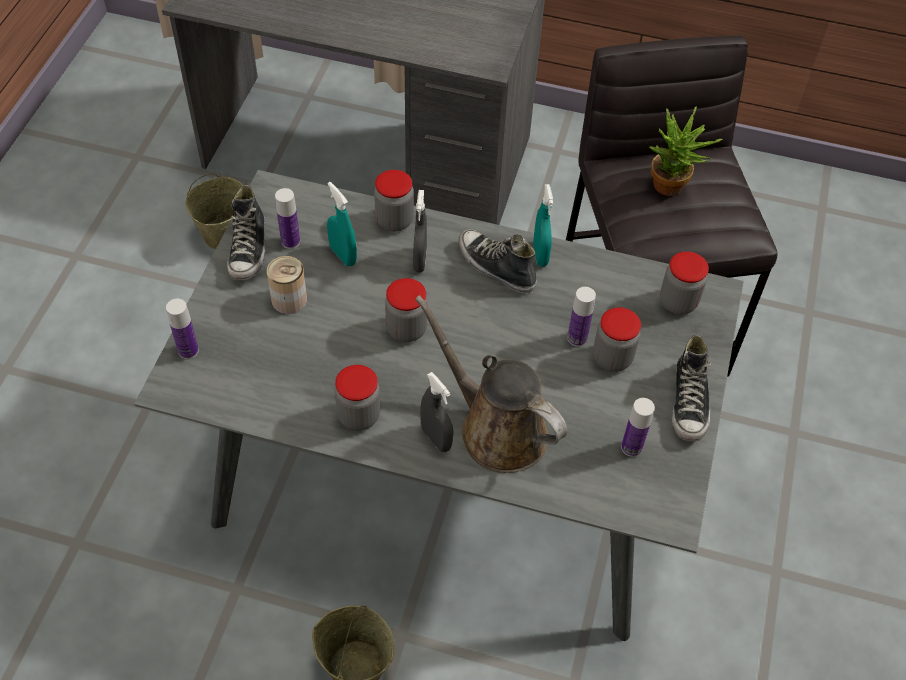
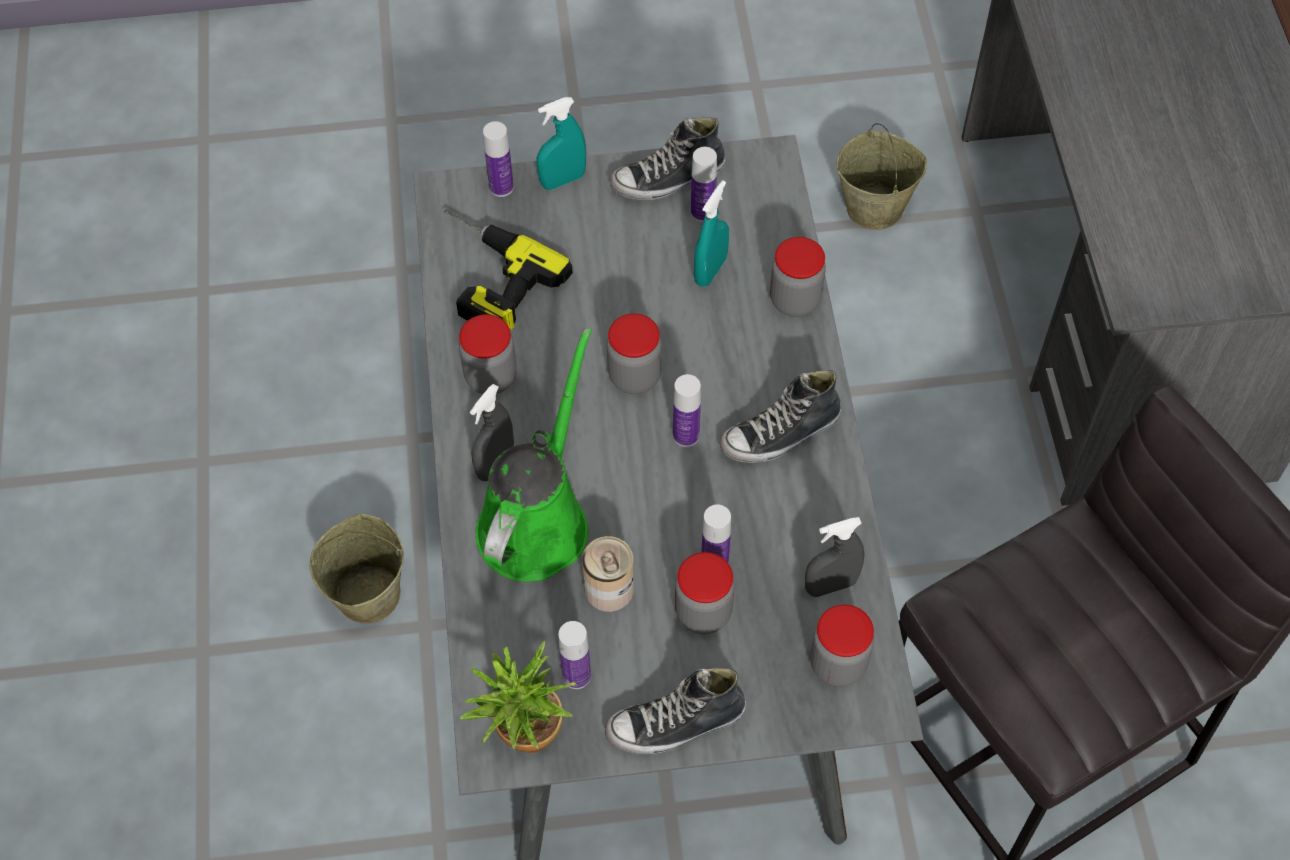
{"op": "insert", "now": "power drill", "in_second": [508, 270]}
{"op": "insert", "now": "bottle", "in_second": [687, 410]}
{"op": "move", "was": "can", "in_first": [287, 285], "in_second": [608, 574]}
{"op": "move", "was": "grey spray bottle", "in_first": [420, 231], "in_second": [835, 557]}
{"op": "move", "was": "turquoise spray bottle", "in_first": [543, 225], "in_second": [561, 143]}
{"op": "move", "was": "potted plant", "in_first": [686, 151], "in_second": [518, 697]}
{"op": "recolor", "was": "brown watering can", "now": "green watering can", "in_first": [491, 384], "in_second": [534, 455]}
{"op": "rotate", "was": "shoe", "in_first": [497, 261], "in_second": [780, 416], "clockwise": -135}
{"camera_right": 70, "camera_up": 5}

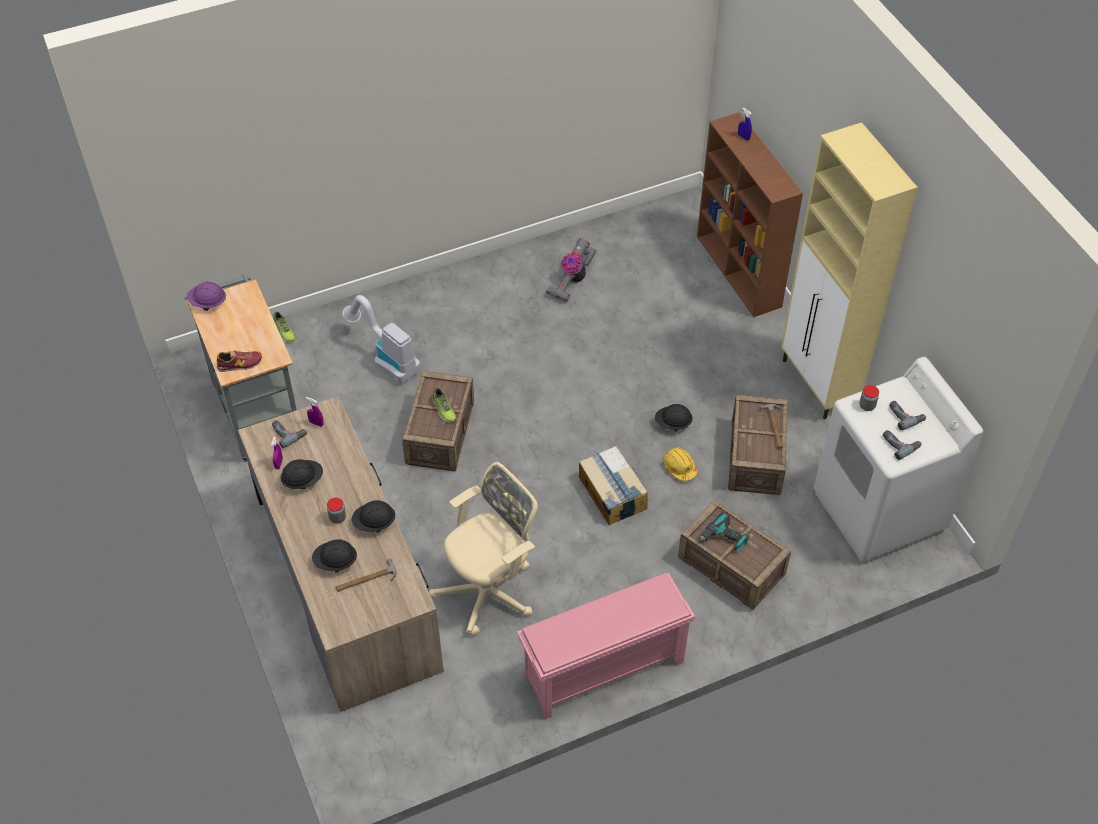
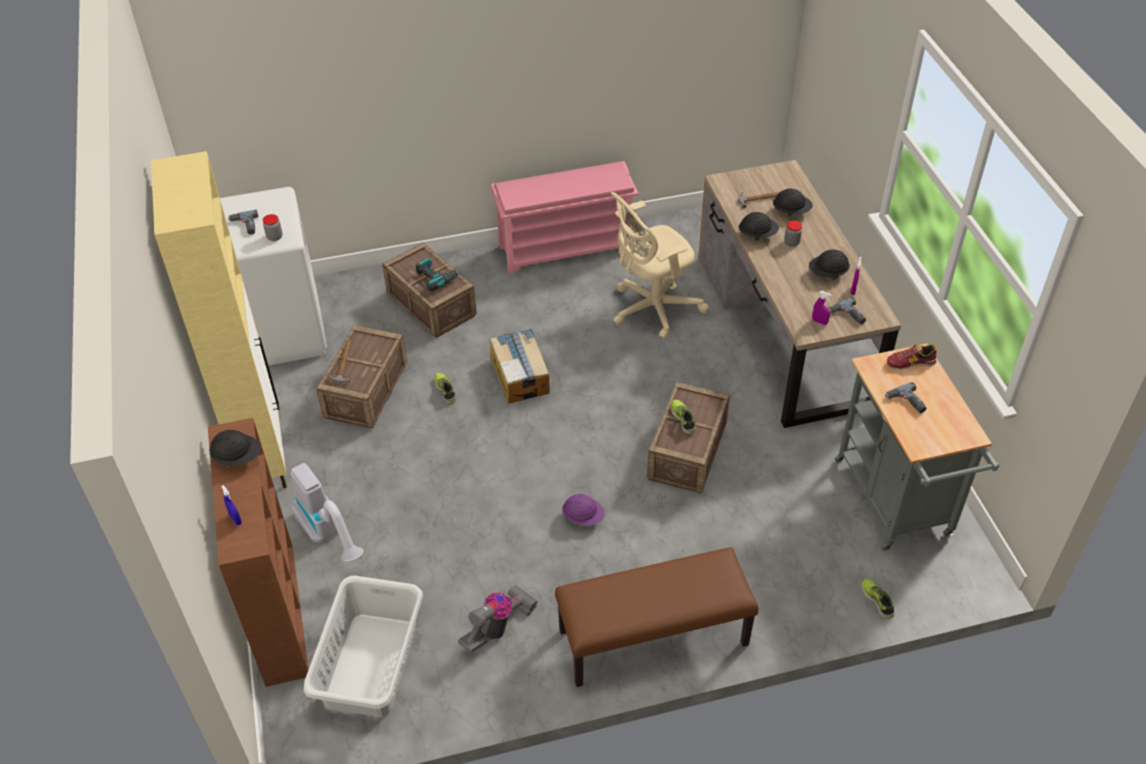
{"op": "insert", "now": "grey laundry basket", "in_second": [363, 646]}
{"op": "insert", "now": "brown bench", "in_second": [656, 617]}
{"op": "move", "was": "purple hard hat", "in_first": [206, 296], "in_second": [583, 510]}
{"op": "move", "was": "vacuum cleaner", "in_first": [381, 339], "in_second": [327, 512]}
{"op": "move", "was": "black hard hat", "in_first": [674, 418], "in_second": [235, 448]}
{"op": "move", "was": "power drill", "in_first": [902, 445], "in_second": [905, 397]}
{"op": "replace", "was": "yellow hard hat", "now": "shoe", "in_first": [680, 464], "in_second": [445, 388]}
{"camera_right": -170, "camera_up": -5}

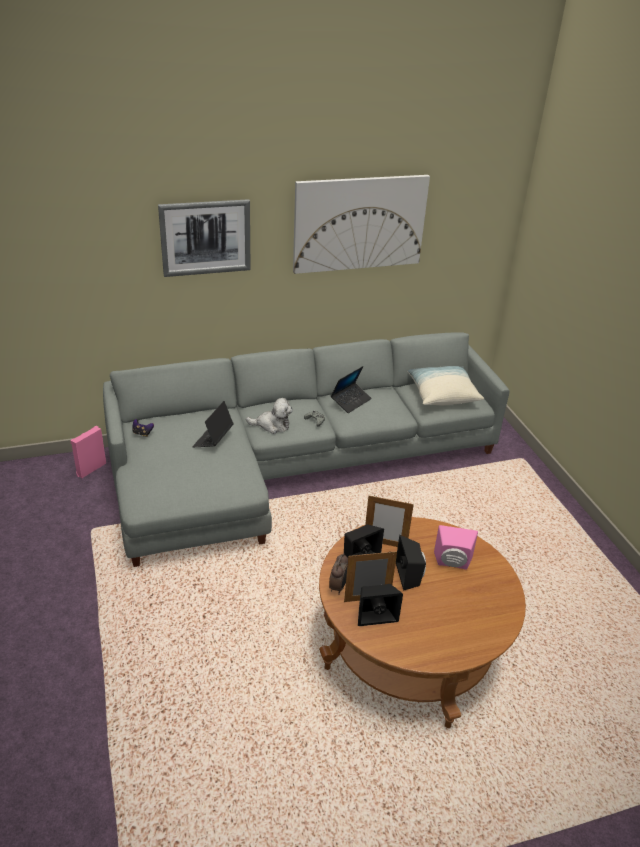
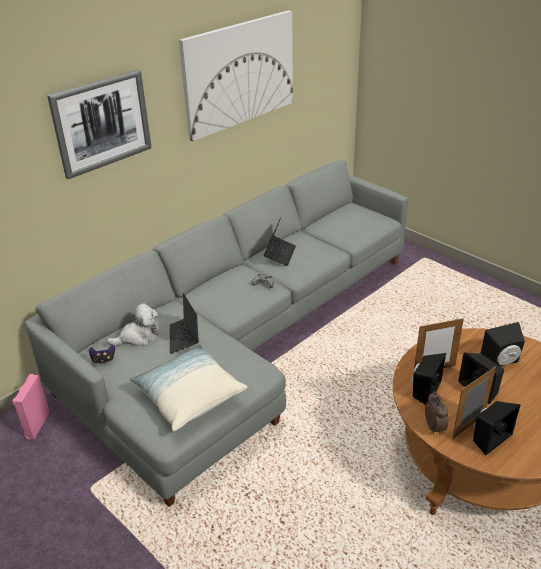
{"op": "move", "was": "plush toy", "in_first": [269, 416], "in_second": [132, 324]}
{"op": "move", "was": "pillow", "in_first": [446, 385], "in_second": [188, 387]}
{"op": "recolor", "was": "pink speaker", "now": "black speaker", "in_first": [456, 547], "in_second": [502, 344]}
{"camera_right": -25, "camera_up": 0}

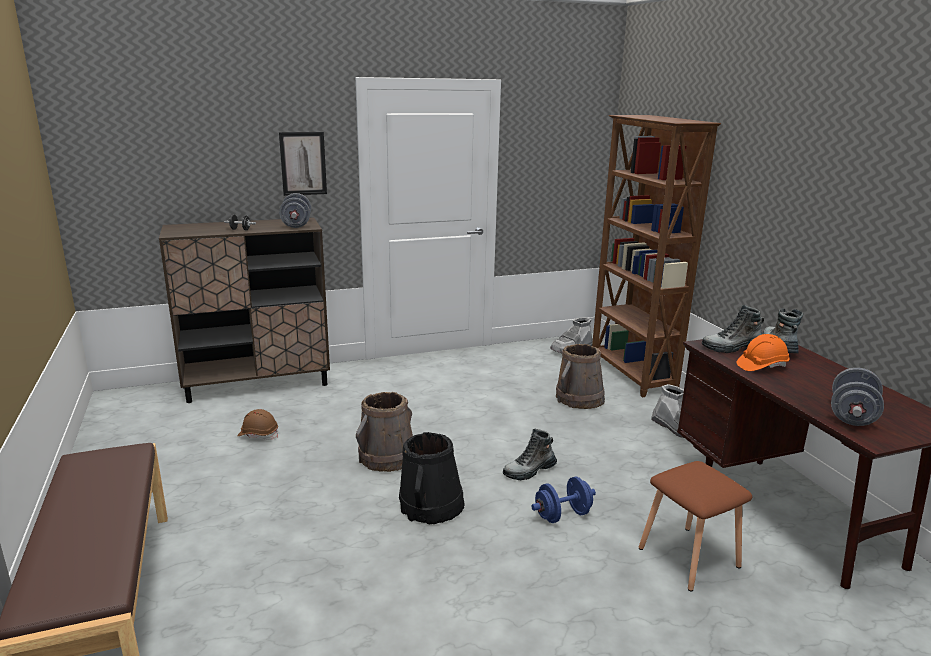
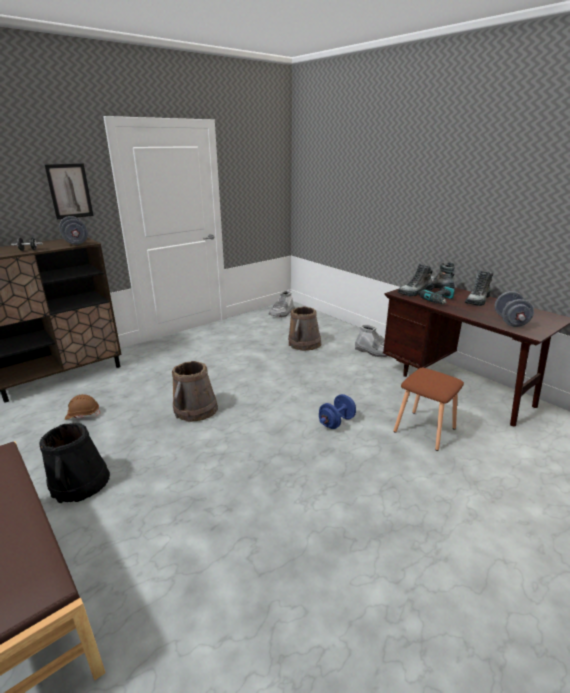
{"op": "delete", "was": "brown bookcase", "in_first": [656, 256]}
{"op": "move", "was": "black bucket", "in_first": [432, 478], "in_second": [74, 463]}
{"op": "move", "was": "boot", "in_first": [530, 454], "in_second": [479, 288]}
{"op": "replace", "was": "orange hard hat", "now": "power drill", "in_first": [763, 352], "in_second": [437, 295]}
{"camera_right": -20, "camera_up": 5}

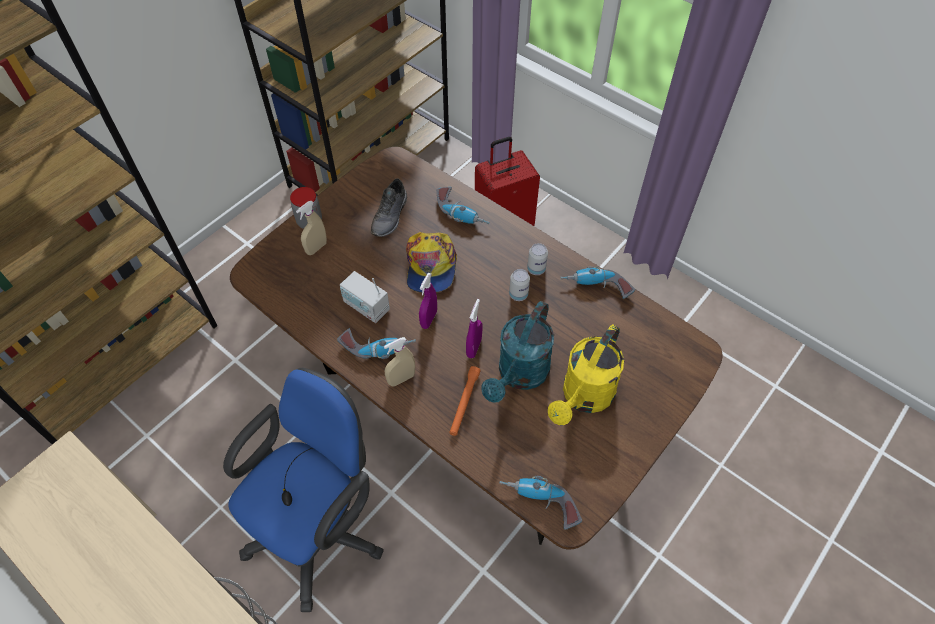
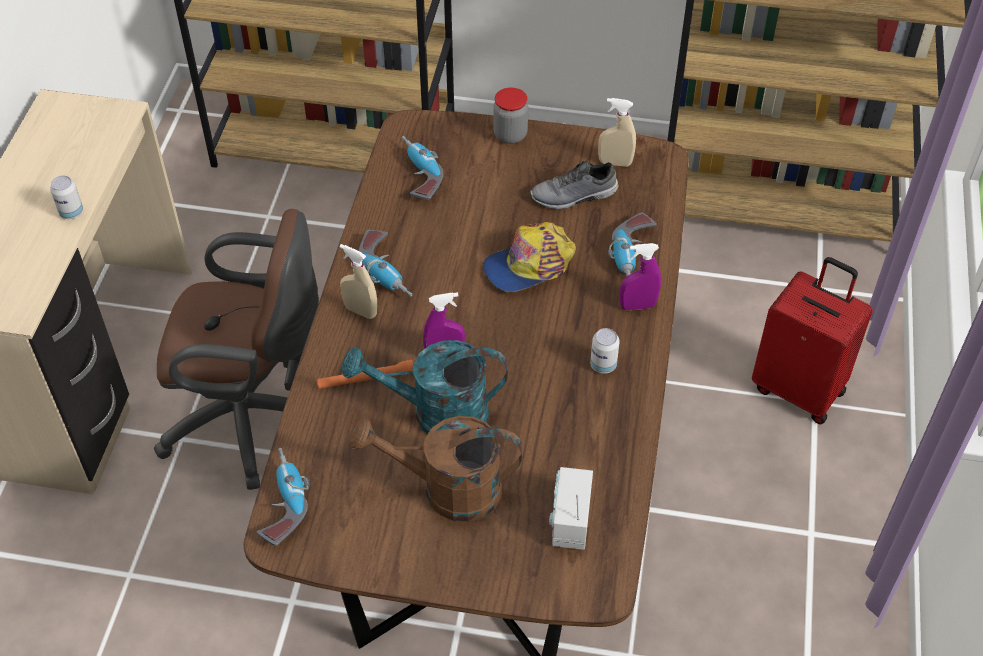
{"op": "move", "was": "beige spray bottle", "in_first": [311, 228], "in_second": [617, 132]}
{"op": "move", "was": "radio", "in_first": [365, 297], "in_second": [571, 508]}
{"op": "move", "was": "purple spray bottle", "in_first": [428, 301], "in_second": [640, 276]}
{"op": "move", "was": "can", "in_first": [519, 285], "in_second": [66, 197]}
{"op": "move", "was": "power drill", "in_first": [597, 282], "in_second": [422, 168]}
{"op": "recolor", "was": "blue office chair", "now": "brown office chair", "in_first": [303, 490], "in_second": [236, 349]}
{"op": "recolor", "was": "yellow watering can", "now": "brown watering can", "in_first": [586, 374], "in_second": [436, 469]}
{"camera_right": 60, "camera_up": -5}

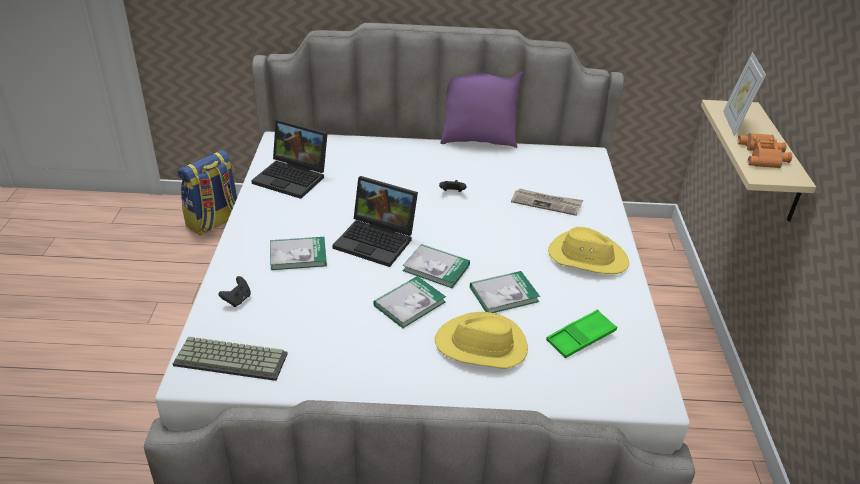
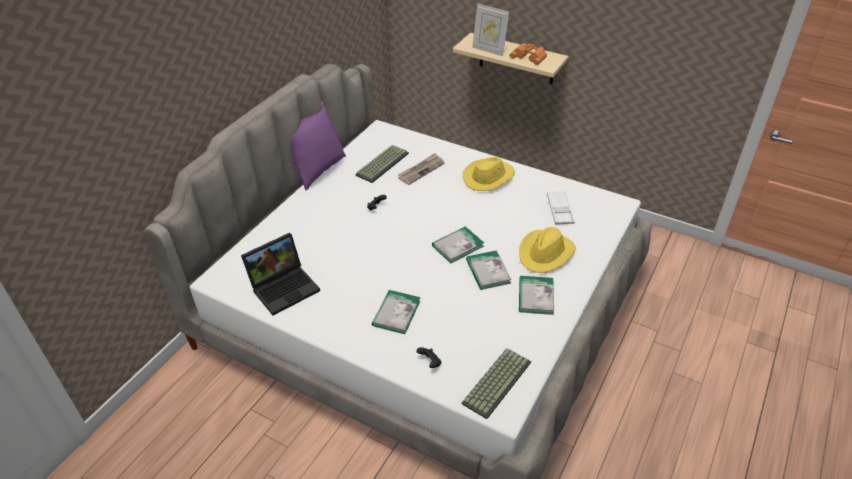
{"op": "delete", "was": "backpack", "in_first": [207, 193]}
{"op": "delete", "was": "laptop", "in_first": [375, 221]}
{"op": "insert", "now": "keyboard", "in_second": [382, 164]}
{"op": "move", "was": "book", "in_first": [505, 292], "in_second": [536, 295]}
{"op": "recolor", "was": "green tray", "now": "white tray", "in_first": [581, 333], "in_second": [561, 208]}
{"camera_right": -60, "camera_up": 5}

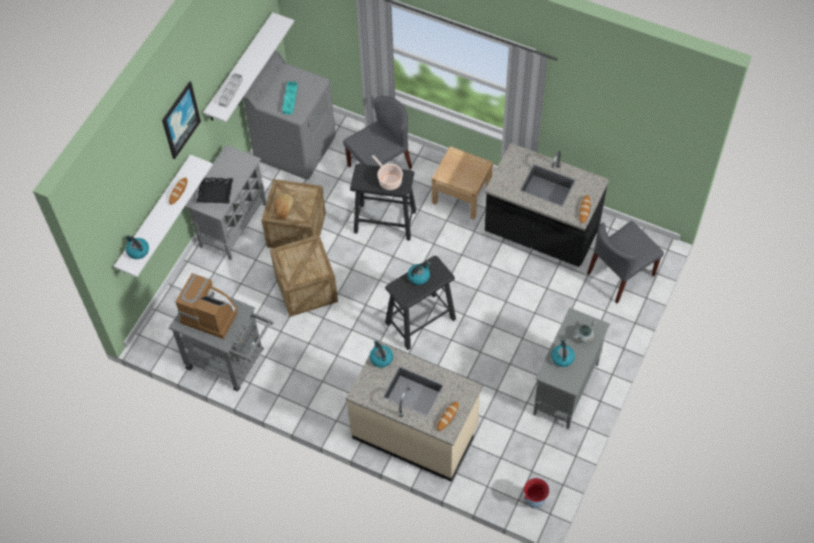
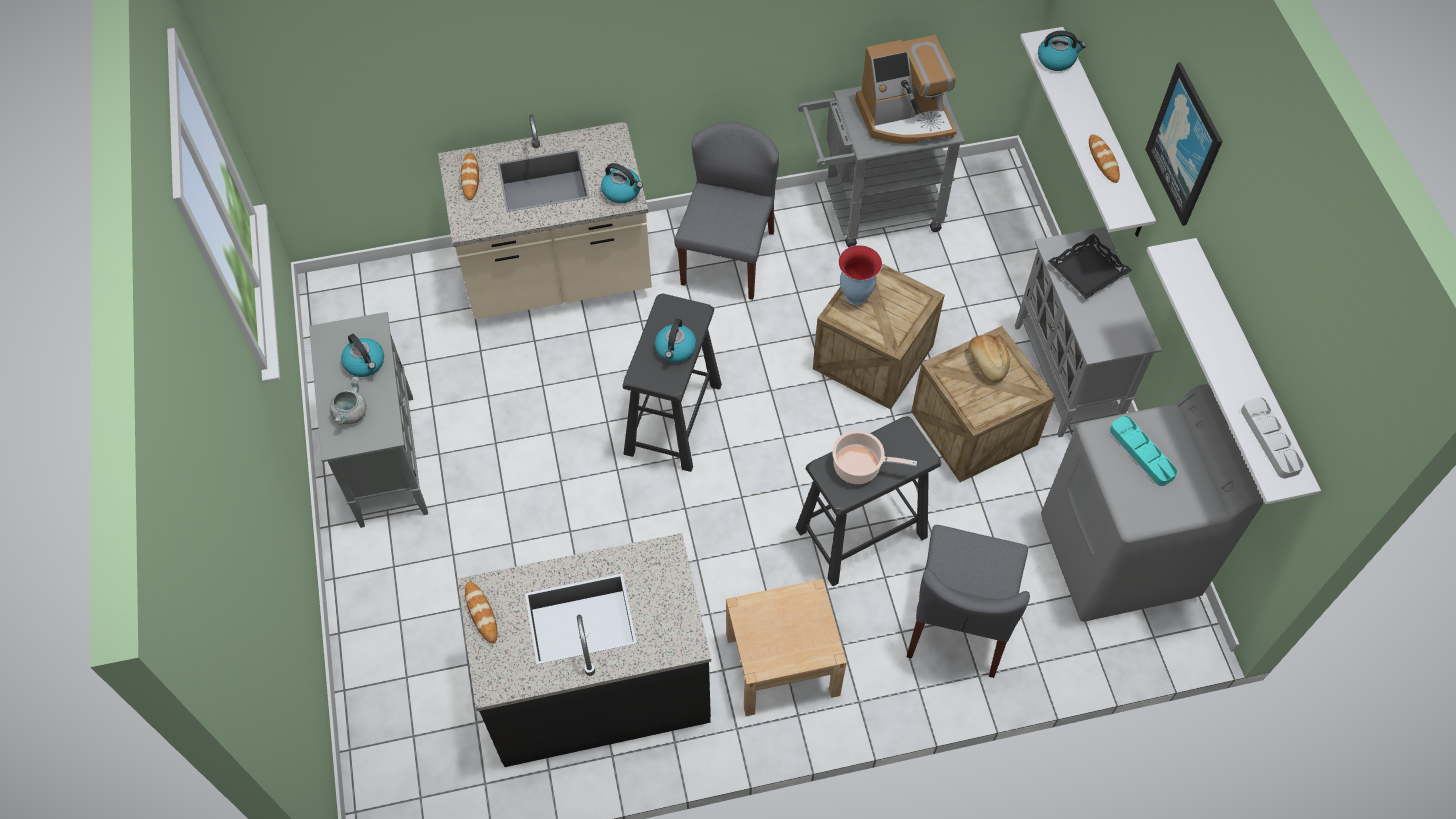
{"op": "move", "was": "grey tray", "in_first": [230, 90], "in_second": [1272, 437]}
{"op": "move", "was": "vase", "in_first": [536, 493], "in_second": [860, 275]}
{"op": "move", "was": "grey chair", "in_first": [625, 262], "in_second": [726, 211]}
{"camera_right": 140, "camera_up": 0}

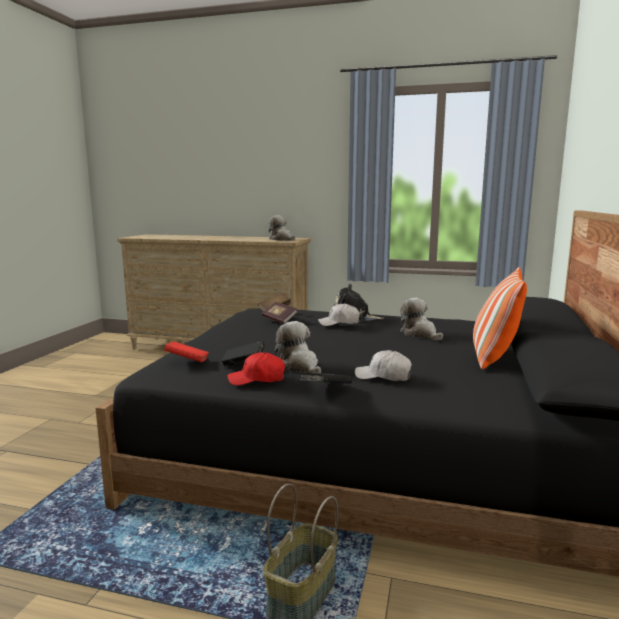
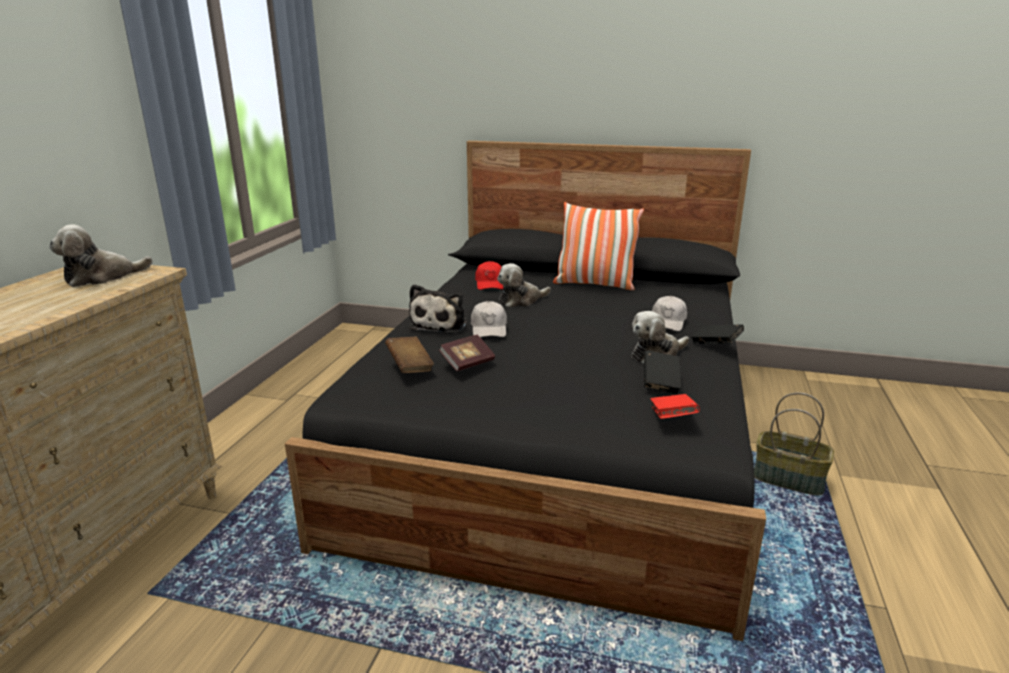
{"op": "move", "was": "red cap", "in_first": [256, 368], "in_second": [489, 275]}
{"camera_right": -90, "camera_up": 10}

